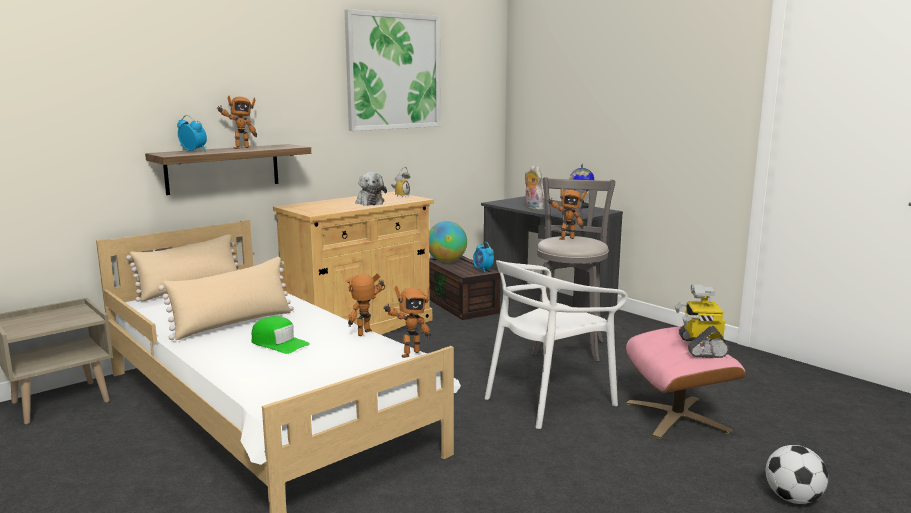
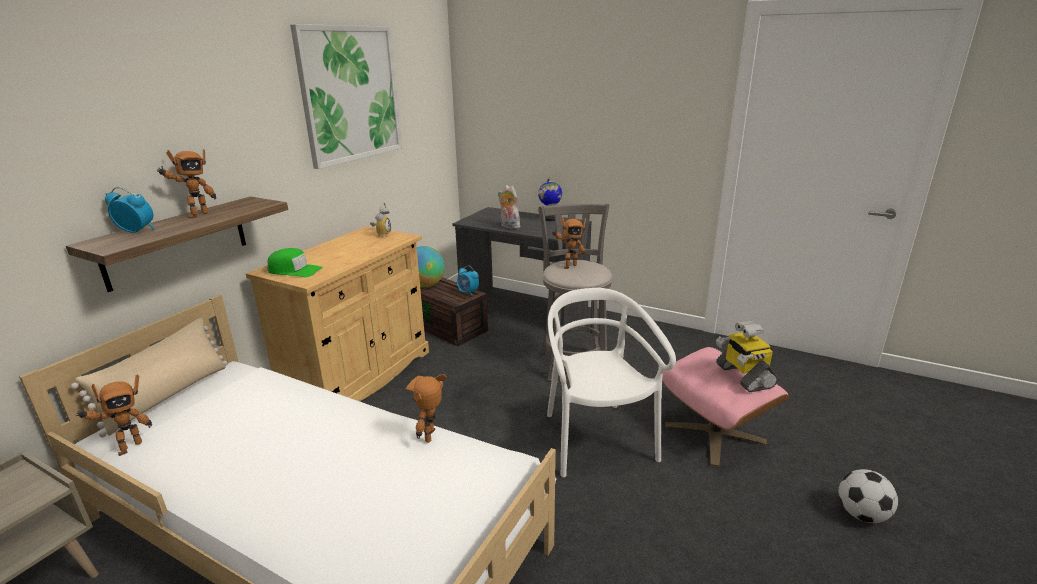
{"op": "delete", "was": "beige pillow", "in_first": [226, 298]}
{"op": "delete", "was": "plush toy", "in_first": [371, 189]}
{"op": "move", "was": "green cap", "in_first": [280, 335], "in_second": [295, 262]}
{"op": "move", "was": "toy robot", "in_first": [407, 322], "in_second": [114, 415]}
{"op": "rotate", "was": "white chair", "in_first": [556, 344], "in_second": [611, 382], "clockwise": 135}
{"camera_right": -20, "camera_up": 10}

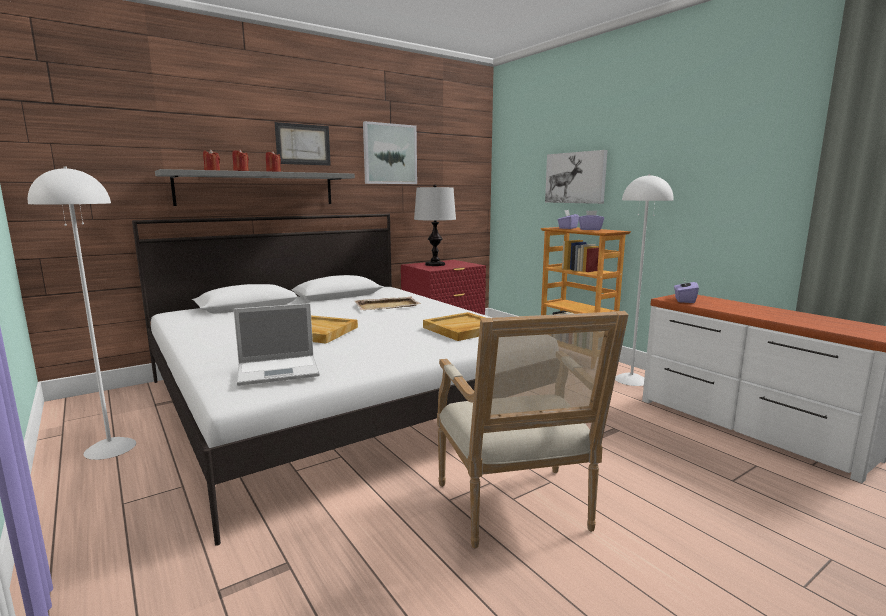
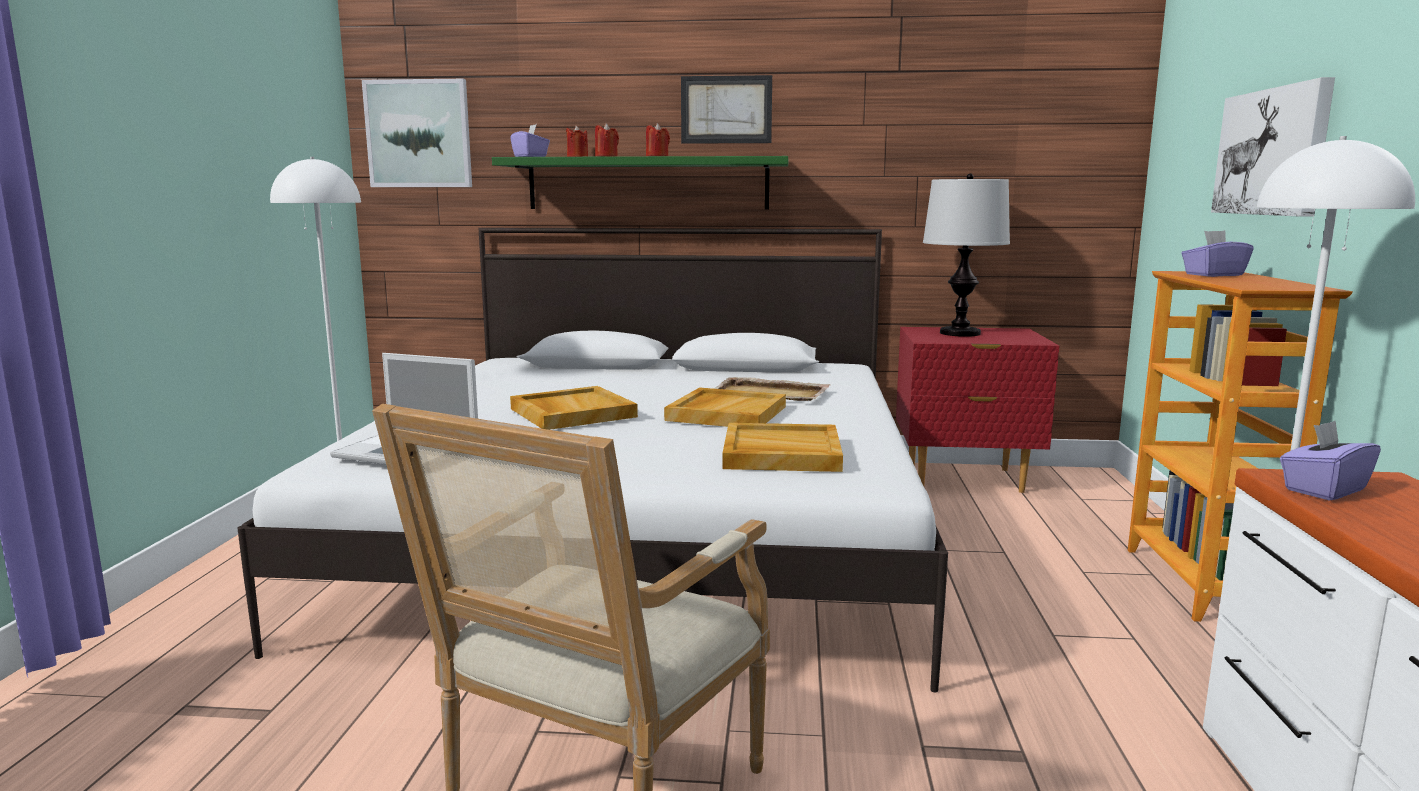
{"op": "insert", "now": "beige tray", "in_second": [725, 407]}
{"op": "move", "was": "picture", "in_first": [390, 152], "in_second": [417, 133]}
{"op": "move", "was": "purple tissue box", "in_first": [591, 220], "in_second": [530, 141]}
{"op": "recolor", "was": "grey shelf", "now": "green shelf", "in_first": [255, 187], "in_second": [640, 182]}
{"camera_right": 40, "camera_up": 0}

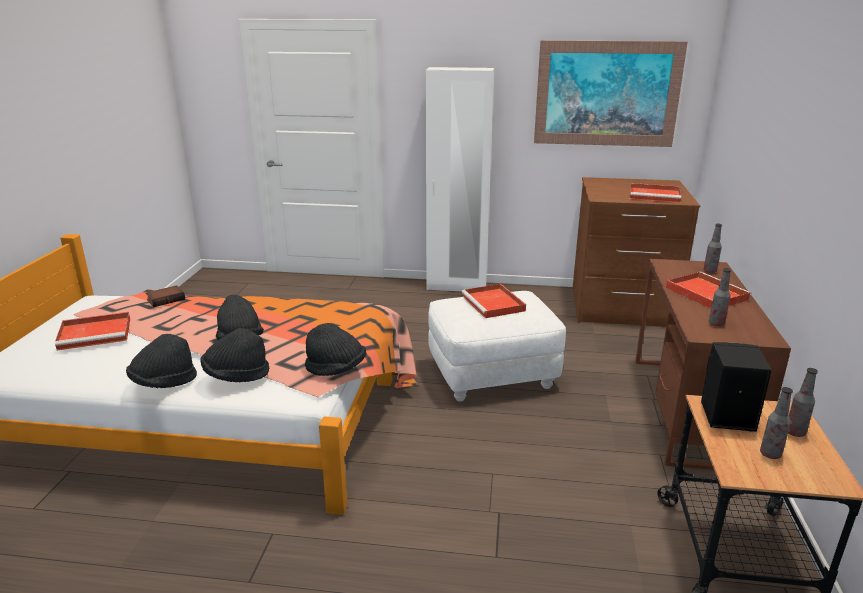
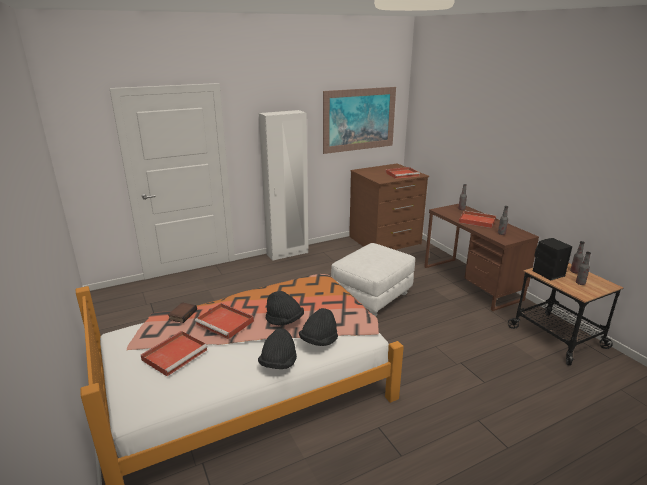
{"op": "delete", "was": "black hat", "in_first": [335, 349]}
{"op": "move", "was": "red tray", "in_first": [493, 301], "in_second": [224, 321]}
{"camera_right": -35, "camera_up": 0}

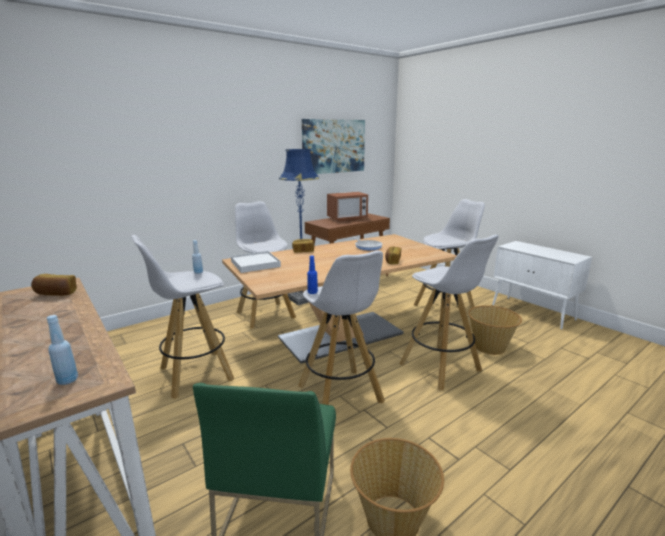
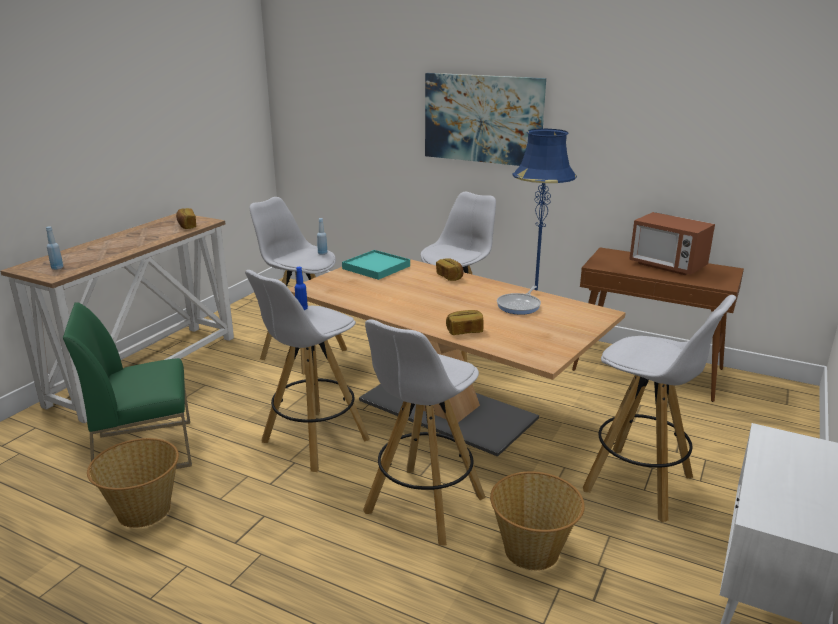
{"op": "move", "was": "picture", "in_first": [333, 146], "in_second": [485, 119]}
{"op": "recolor", "was": "white tray", "now": "turquoise tray", "in_first": [256, 262], "in_second": [376, 265]}
{"camera_right": 65, "camera_up": 5}

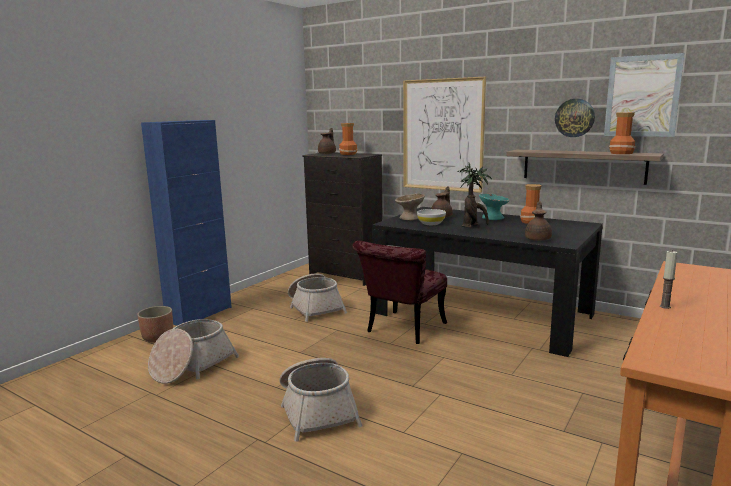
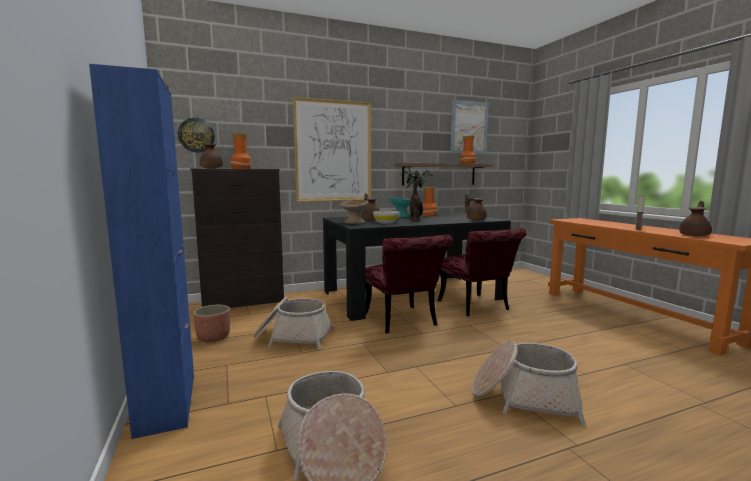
{"op": "insert", "now": "red chair", "in_second": [481, 272]}
{"op": "insert", "now": "brown teapot", "in_second": [695, 218]}
{"op": "move", "was": "planter", "in_first": [155, 324], "in_second": [211, 323]}
{"op": "move", "was": "wall clock", "in_first": [575, 118], "in_second": [196, 135]}
{"camera_right": -55, "camera_up": -5}

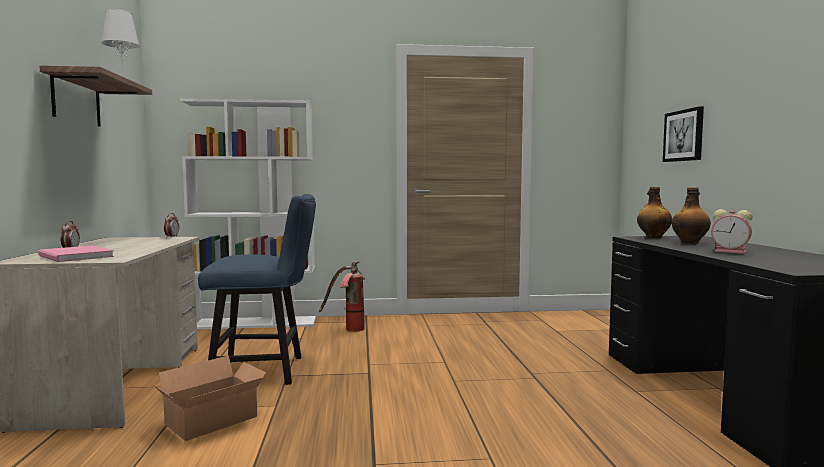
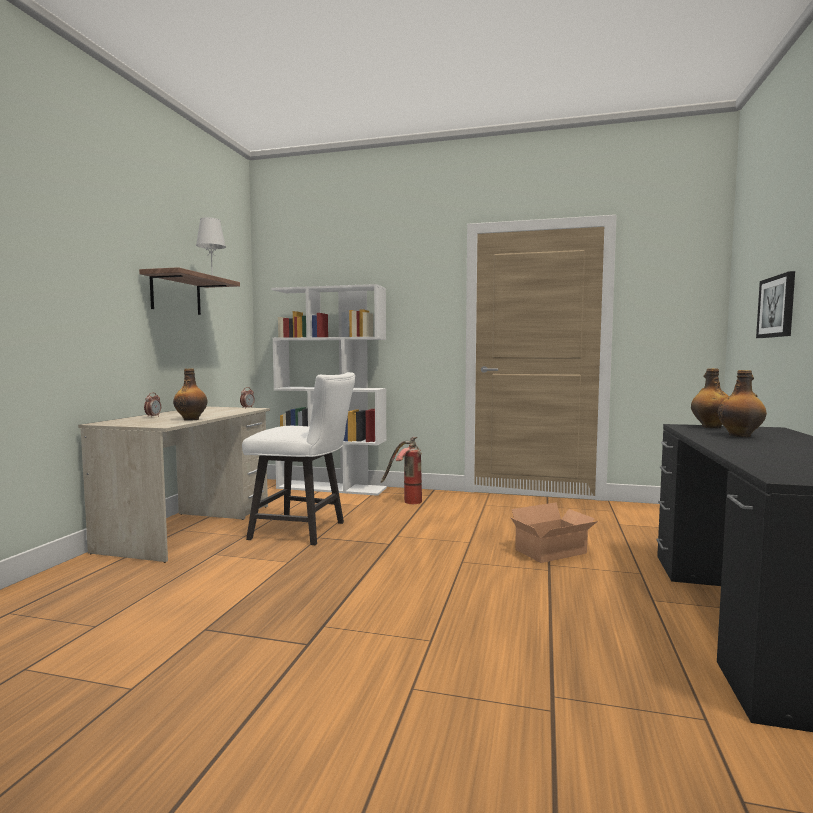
{"op": "delete", "was": "pink book", "in_first": [76, 253]}
{"op": "delete", "was": "alarm clock", "in_first": [732, 231]}
{"op": "insert", "now": "bottle", "in_second": [190, 394]}
{"op": "move", "was": "cardboard box", "in_first": [209, 398], "in_second": [554, 532]}
{"op": "recolor", "was": "blue chair", "now": "white chair", "in_first": [257, 289], "in_second": [299, 458]}
{"camera_right": 20, "camera_up": 0}

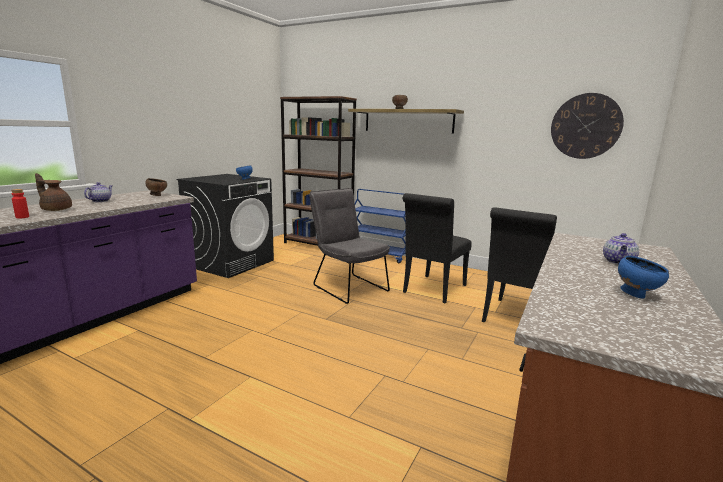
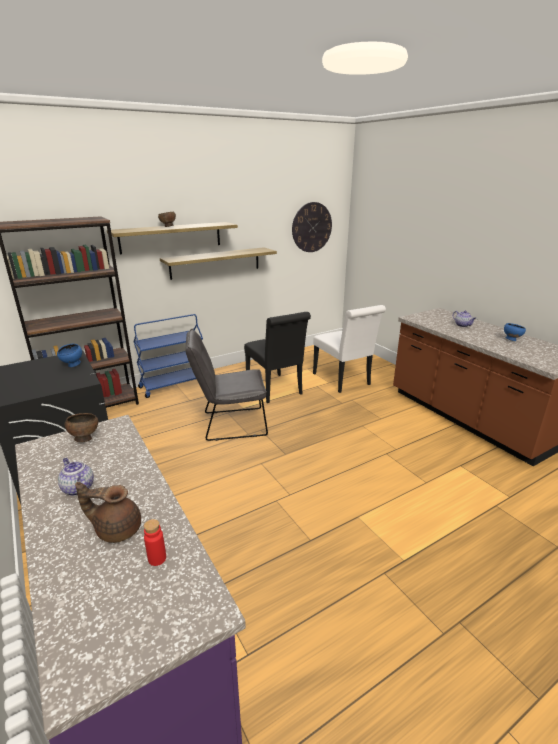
{"op": "insert", "now": "shelf", "in_second": [218, 263]}
{"op": "recolor", "was": "black chair", "now": "white chair", "in_first": [519, 264], "in_second": [349, 349]}
{"op": "rotate", "was": "brown teapot", "in_first": [53, 192], "in_second": [108, 512], "clockwise": 45}
{"camera_right": -60, "camera_up": 10}

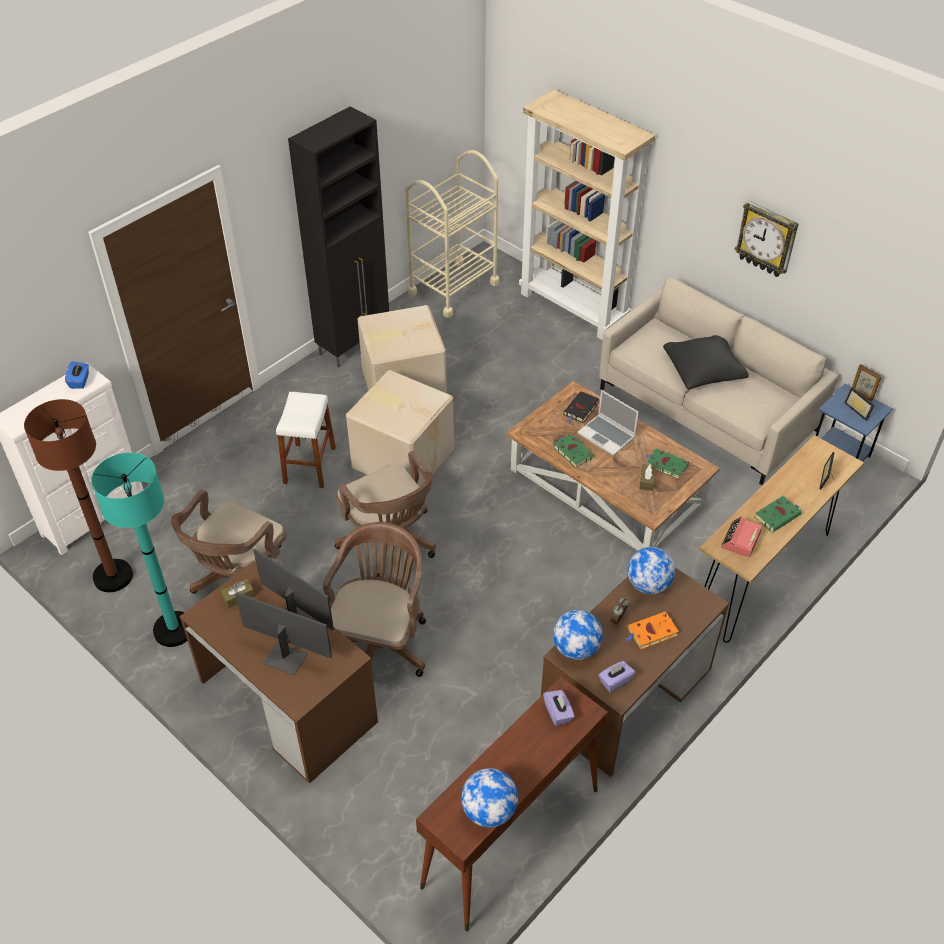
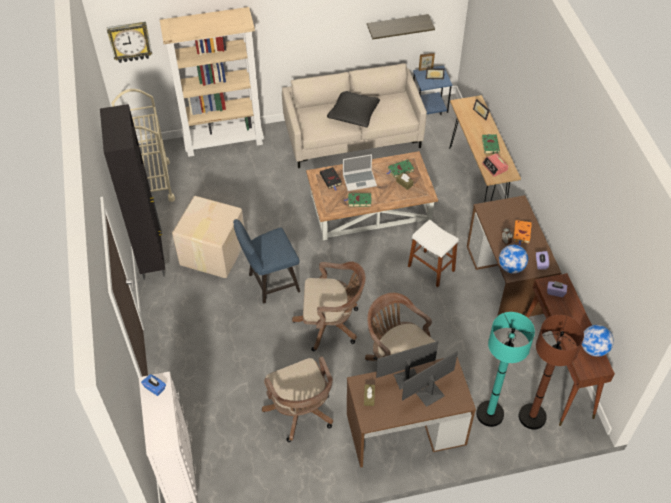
{"op": "delete", "was": "globe", "in_first": [651, 570]}
{"op": "insert", "now": "shelf", "in_second": [401, 26]}
{"op": "move", "was": "brown floor lamp", "in_first": [78, 495], "in_second": [551, 372]}
{"op": "move", "was": "turquoise floor lamp", "in_first": [139, 550], "in_second": [505, 369]}
{"op": "move", "was": "white stool", "in_first": [306, 440], "in_second": [433, 253]}
{"op": "move", "was": "wall clock", "in_first": [766, 238], "in_second": [129, 42]}
{"op": "replace", "was": "cardboard box", "now": "blue chair", "in_first": [400, 428], "in_second": [266, 261]}
{"camera_right": -55, "camera_up": 5}

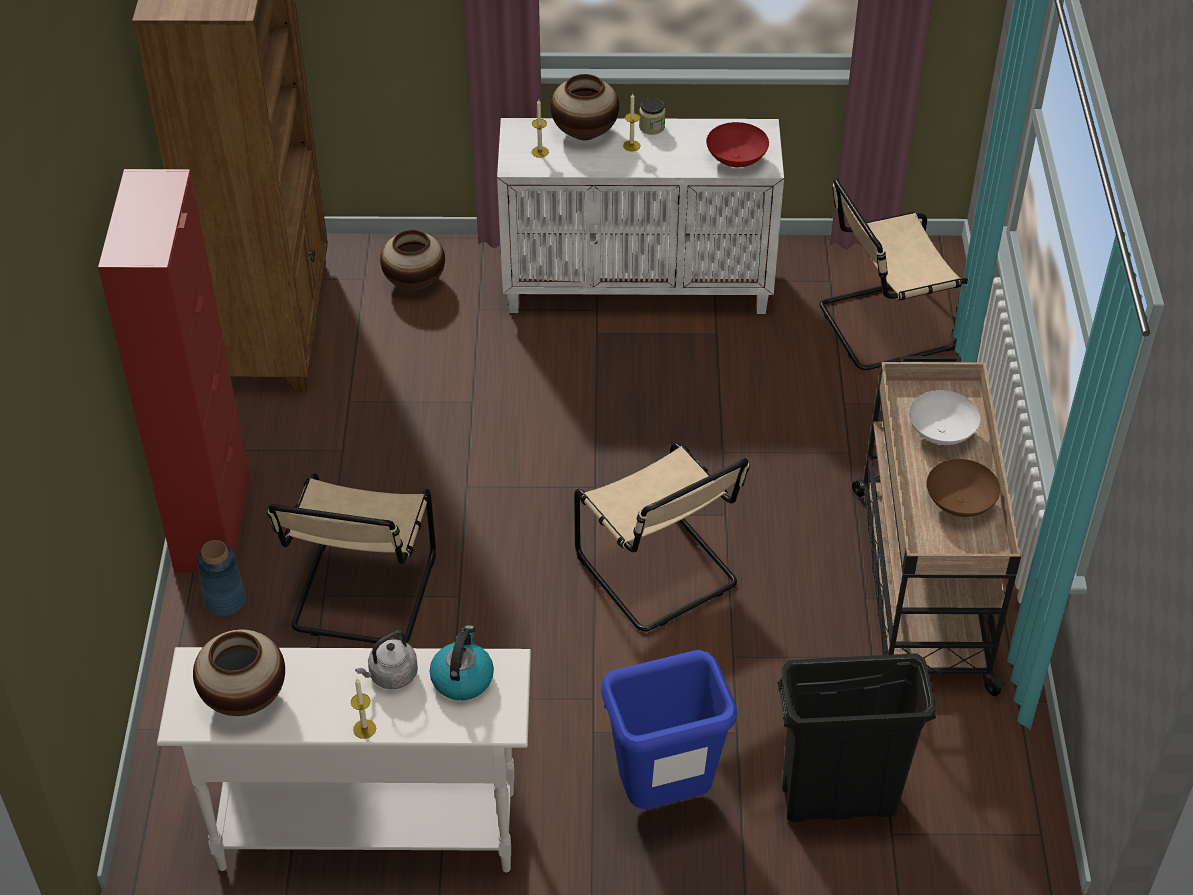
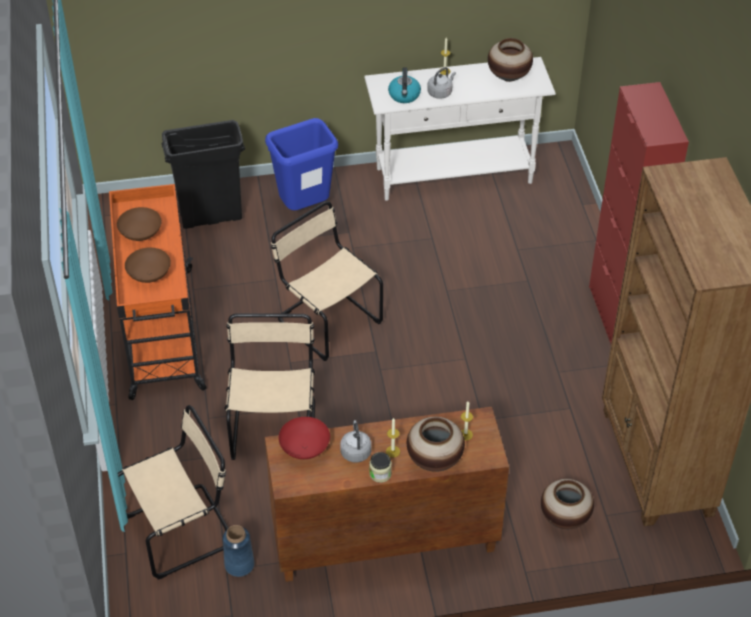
{"op": "insert", "now": "grey kettle", "in_second": [356, 441]}
{"op": "move", "was": "blue vase", "in_first": [221, 578], "in_second": [238, 551]}
{"op": "move", "was": "beige chair", "in_first": [351, 558], "in_second": [270, 386]}
{"op": "recolor", "was": "white cabinet", "now": "brown cabinet", "in_first": [640, 216], "in_second": [387, 494]}
{"op": "recolor", "was": "beige cart", "now": "orange cart", "in_first": [936, 526], "in_second": [157, 292]}
{"op": "recolor", "was": "white bowl", "now": "brown bowl", "in_first": [944, 417], "in_second": [148, 265]}
{"camera_right": 170, "camera_up": 0}

